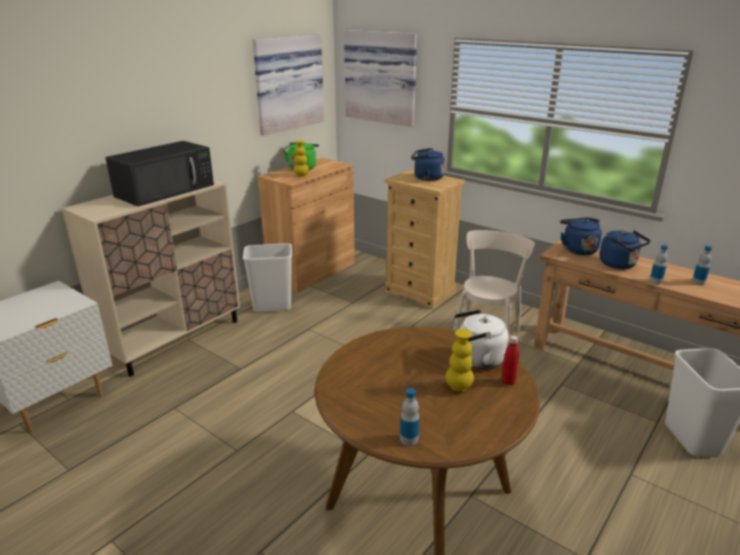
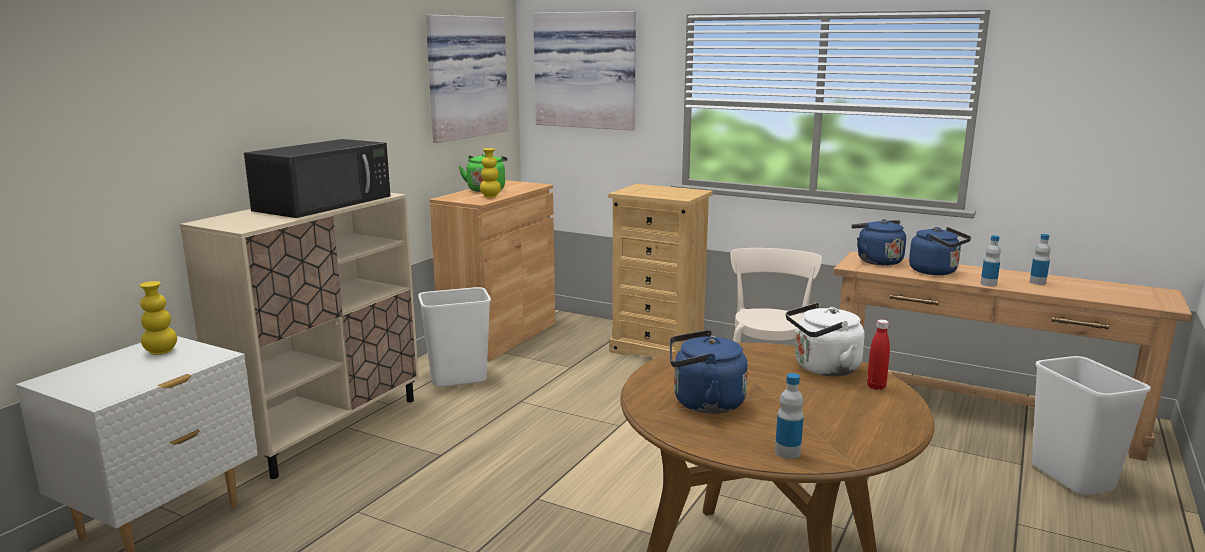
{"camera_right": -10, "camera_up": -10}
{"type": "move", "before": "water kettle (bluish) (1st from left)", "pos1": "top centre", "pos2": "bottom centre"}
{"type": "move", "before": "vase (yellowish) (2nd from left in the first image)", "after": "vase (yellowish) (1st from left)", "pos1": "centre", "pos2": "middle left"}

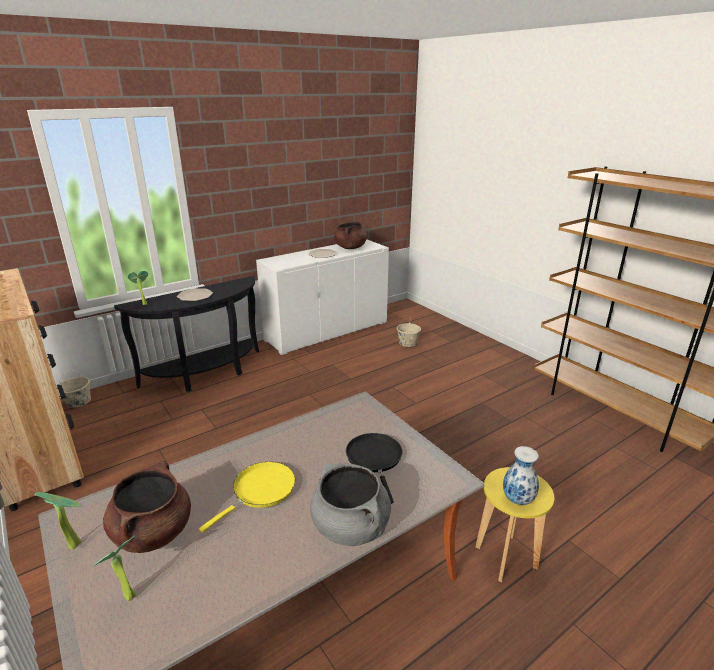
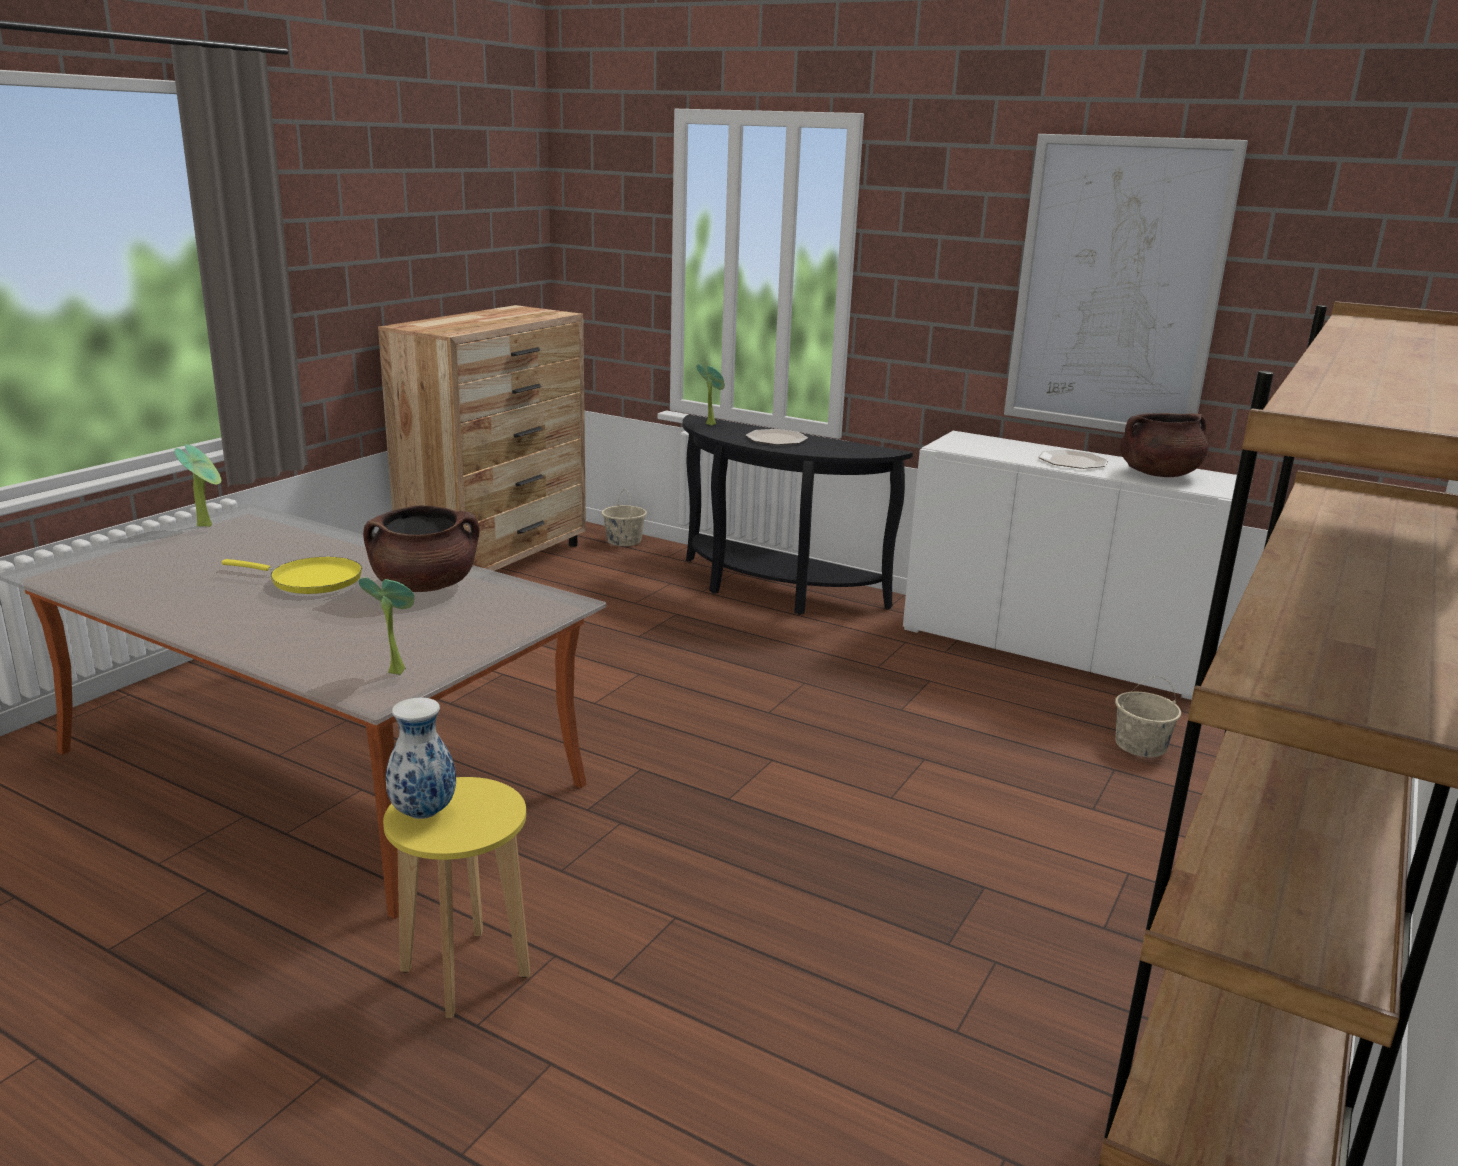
{"camera_right": 65, "camera_up": -5}
{"type": "delete", "before": "cooking pot (greyish)", "pos1": "bottom centre"}
{"type": "delete", "before": "frying pan (black-coloured)", "pos1": "bottom centre"}
{"type": "insert", "after": "wall picture", "pos2": "top right"}
{"type": "move", "before": "plant in a pot (2nd from left)", "pos1": "bottom left", "pos2": "middle left"}
{"type": "move", "before": "cooking pot (brownish) (1st from left)", "pos1": "bottom left", "pos2": "middle left"}

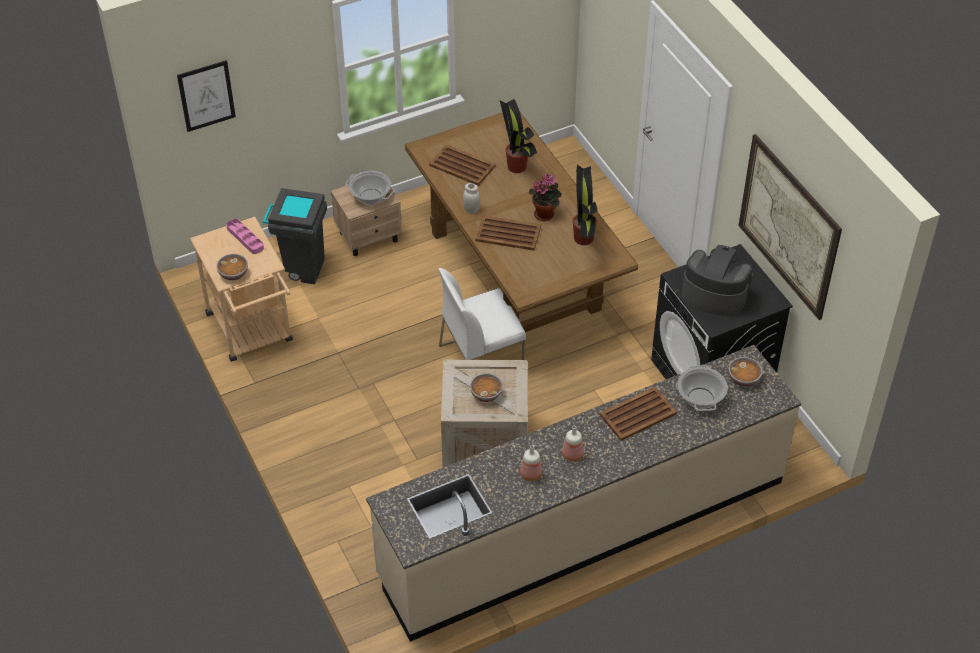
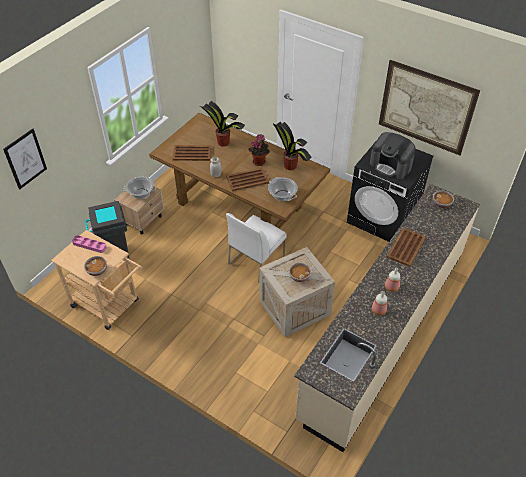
{"camera_right": -30, "camera_up": 0}
{"type": "move", "before": "cooking pot (2nd from left)", "pos1": "middle right", "pos2": "centre"}
{"type": "rotate", "before": "coffee maker", "pos1": "middle right", "pos2": "top right", "turn": -135}

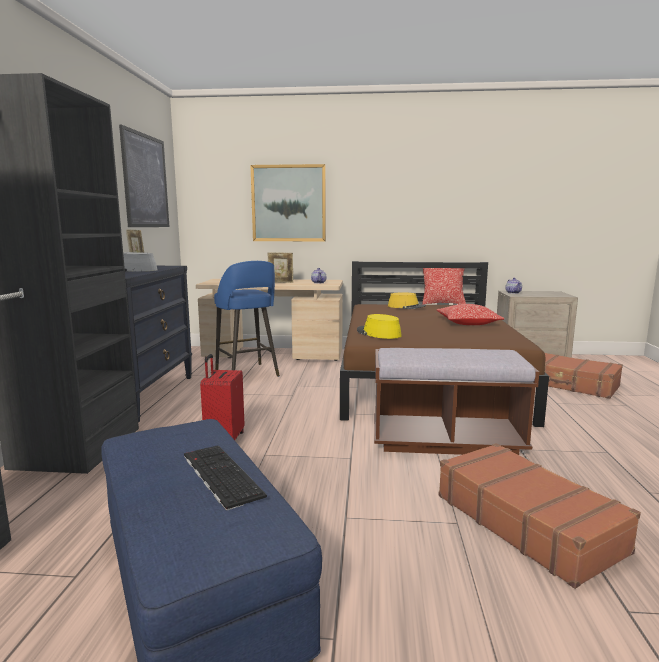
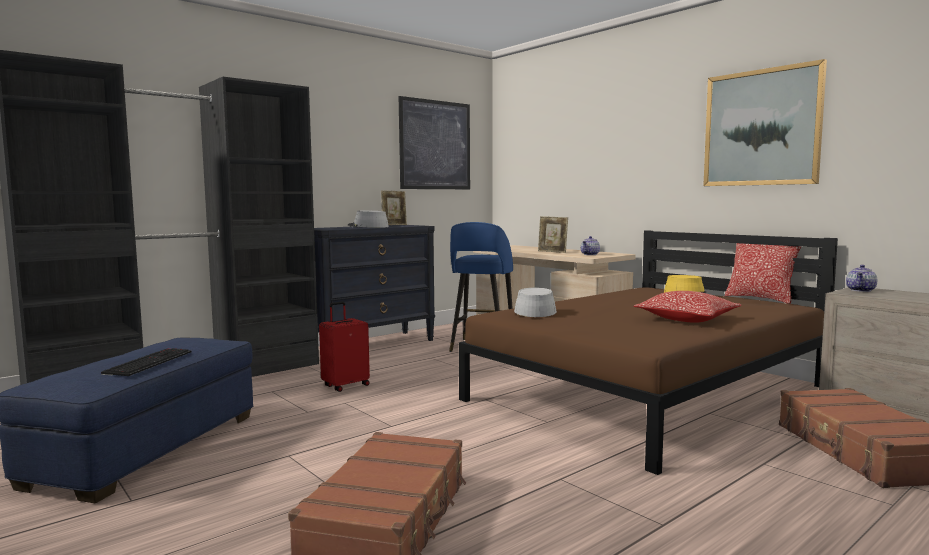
{"camera_right": 45, "camera_up": -5}
{"type": "delete", "before": "indoor bench (brownish)", "pos1": "middle right"}
{"type": "move", "before": "wall picture (2nd from left)", "pos1": "top centre", "pos2": "top right"}
{"type": "recolor", "before": "wearable hat (yellowish) (1st from left)", "after": "wearable hat (greyish) (2nd from left)", "pos1": "centre", "pos2": "centre"}

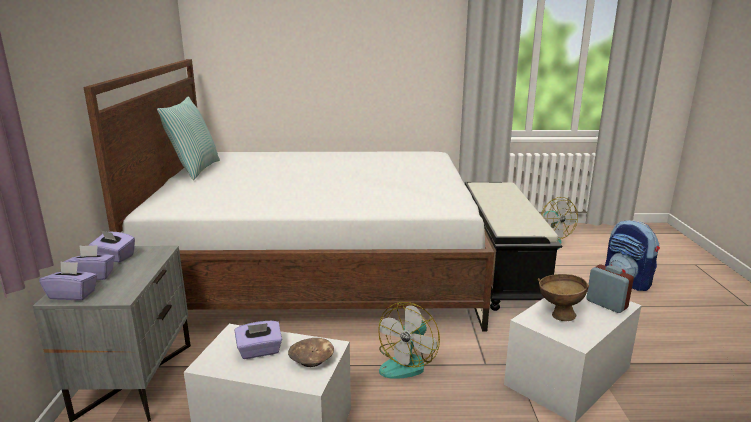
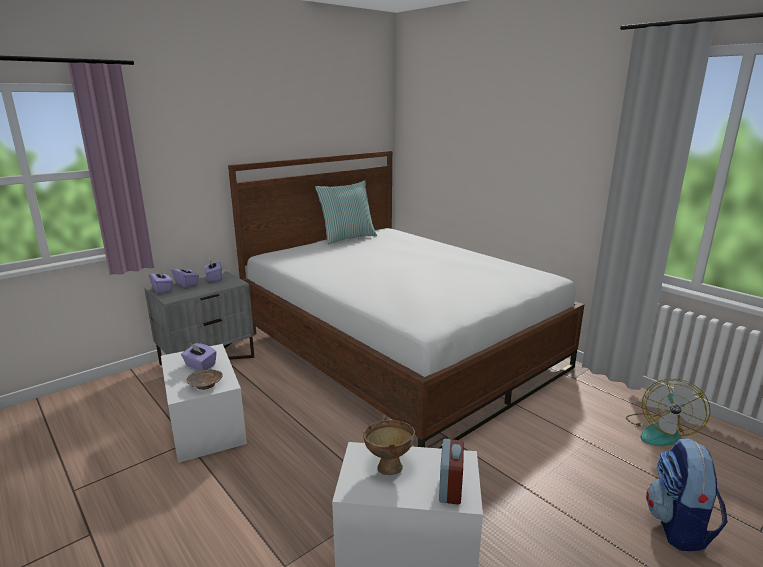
{"camera_right": 50, "camera_up": 0}
{"type": "delete", "before": "electric fan (1st from left)", "pos1": "bottom centre"}
{"type": "delete", "before": "indoor bench (black-coloured)", "pos1": "middle right"}

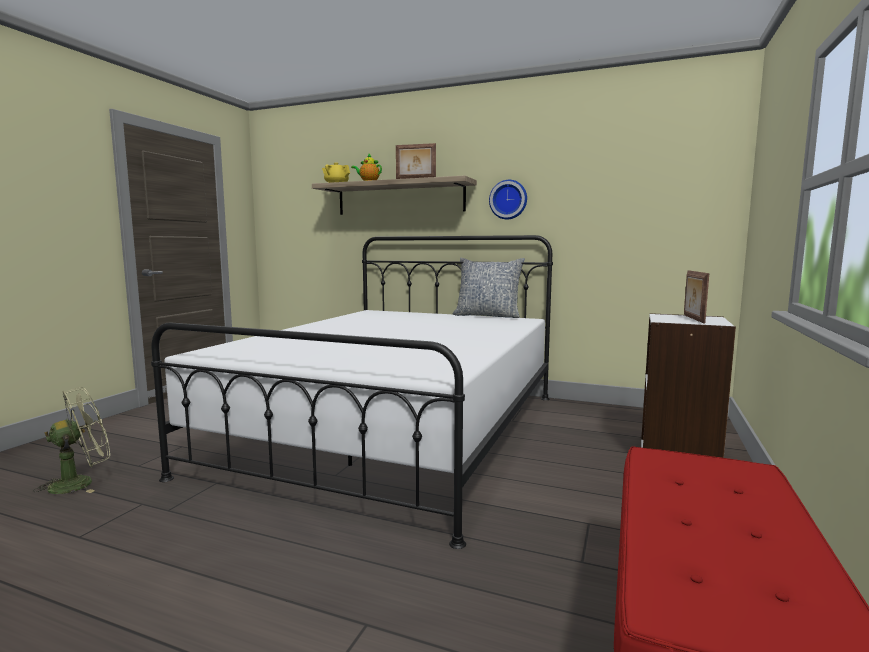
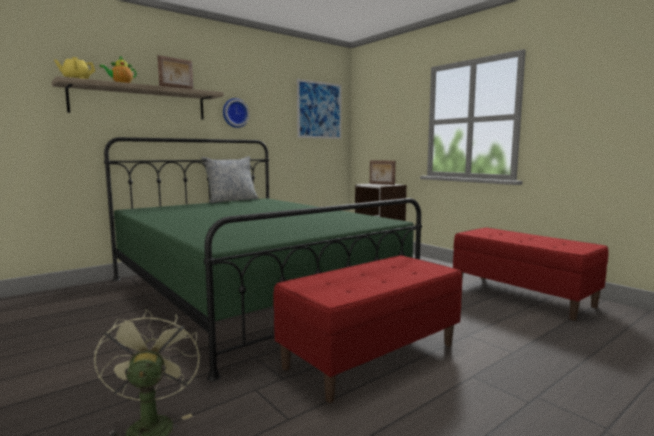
{"camera_right": -60, "camera_up": 0}
{"type": "insert", "after": "indoor bench (reddish) (1st from left)", "pos2": "bottom centre"}
{"type": "insert", "after": "wall picture", "pos2": "top centre"}
{"type": "recolor", "before": "sleeping bed (white-coloured)", "after": "sleeping bed (green)", "pos1": "centre", "pos2": "centre"}

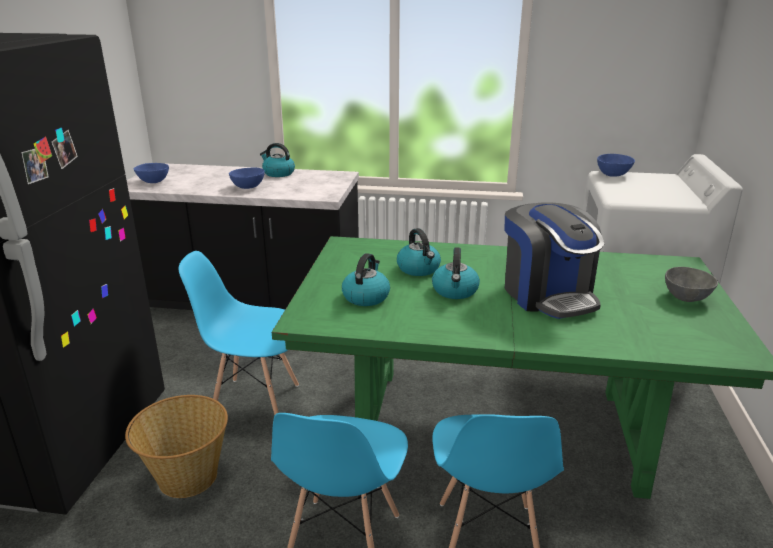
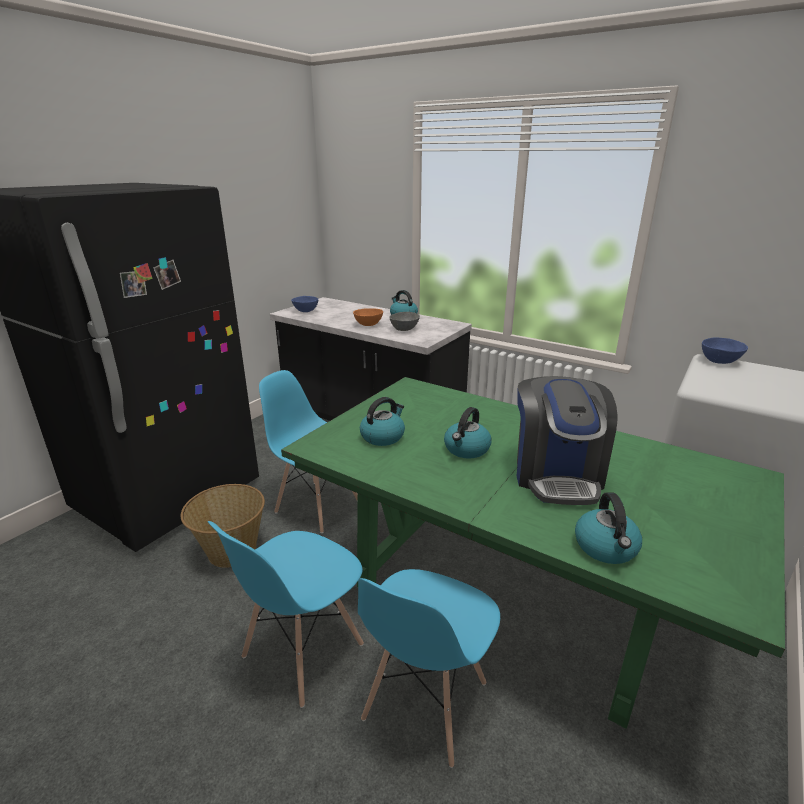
{"camera_right": 25, "camera_up": 0}
{"type": "move", "before": "water kettle (3rd from left in the first image)", "after": "water kettle (4th from left)", "pos1": "centre", "pos2": "middle right"}
{"type": "move", "before": "bowl (greyish)", "pos1": "middle right", "pos2": "centre"}
{"type": "recolor", "before": "bowl (bluish) (2nd from left)", "after": "bowl (orange-coloured)", "pos1": "top left", "pos2": "centre"}

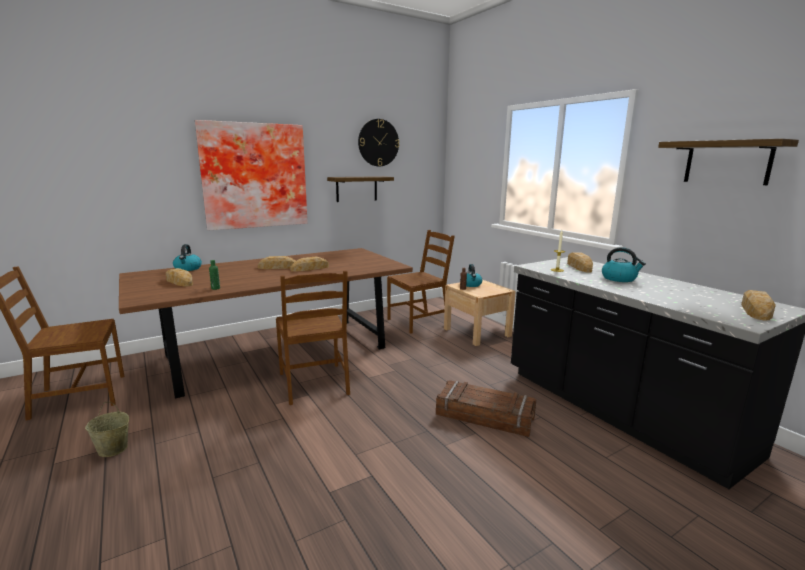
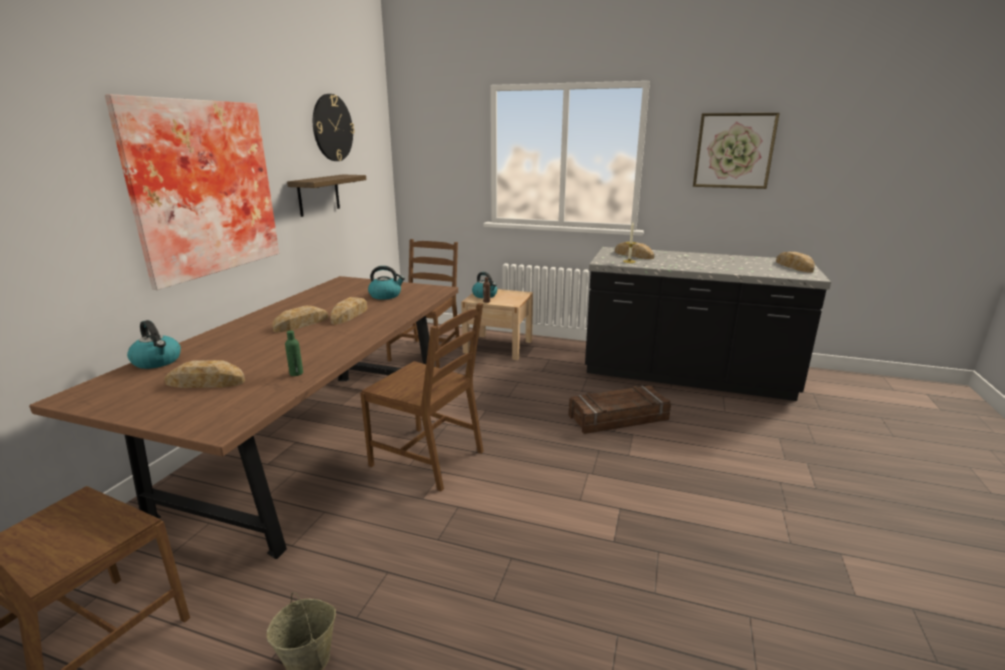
{"camera_right": -40, "camera_up": 5}
{"type": "move", "before": "water kettle (3rd from left in the first image)", "after": "water kettle (2nd from left)", "pos1": "middle right", "pos2": "centre"}
{"type": "replace", "before": "wall shelf (2nd from left)", "after": "wall picture (2nd from left)", "pos1": "top right", "pos2": "top right"}

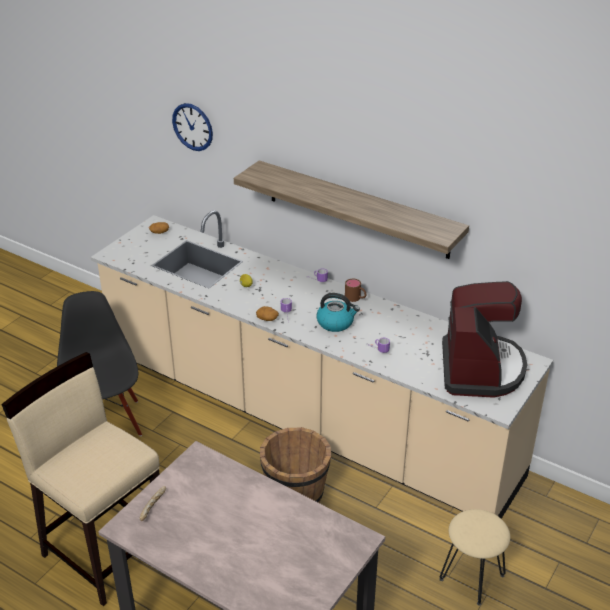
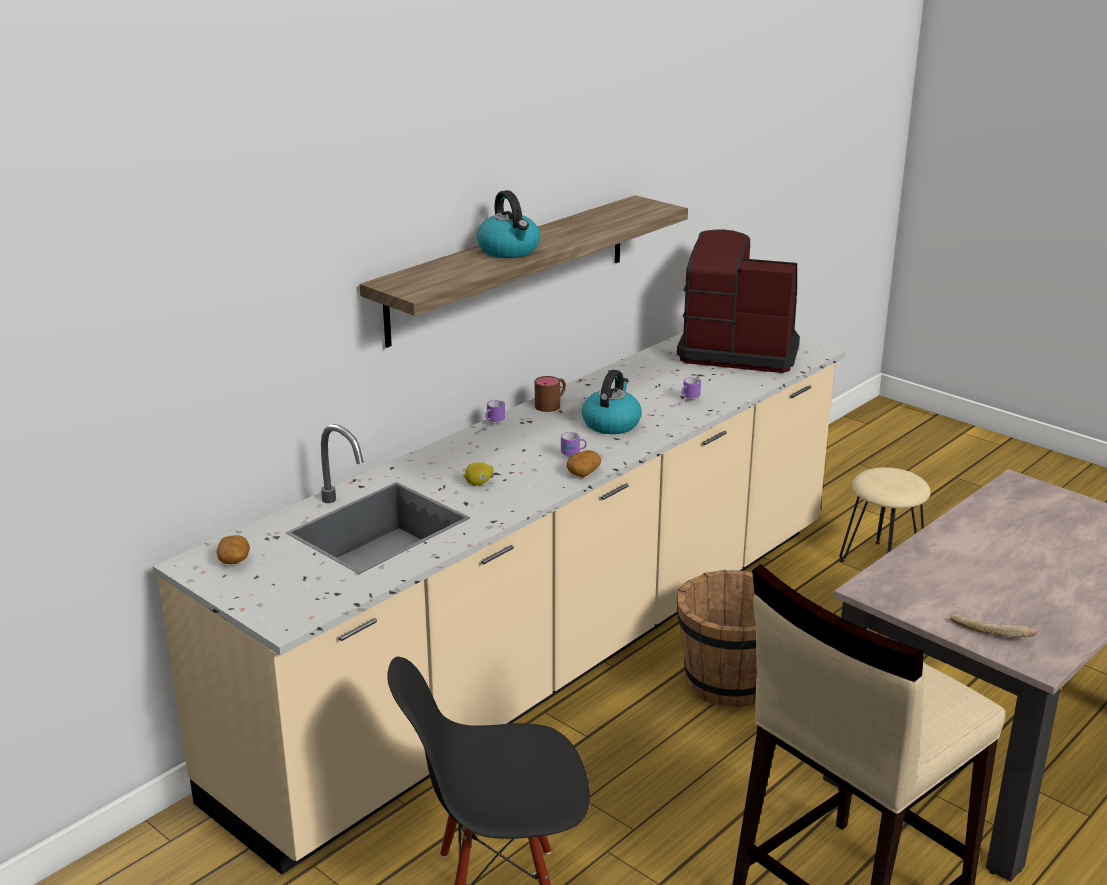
{"camera_right": -80, "camera_up": -10}
{"type": "delete", "before": "wall clock", "pos1": "top left"}
{"type": "insert", "after": "water kettle (1st from left)", "pos2": "top centre"}

